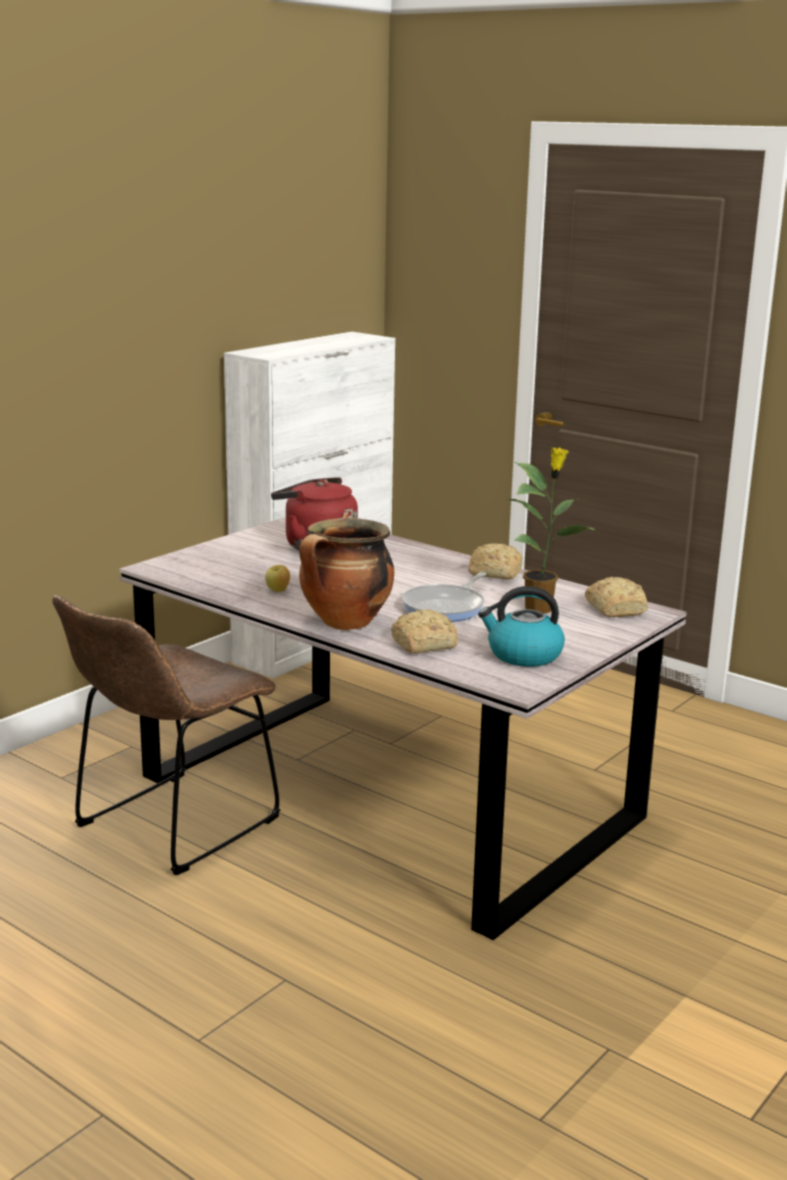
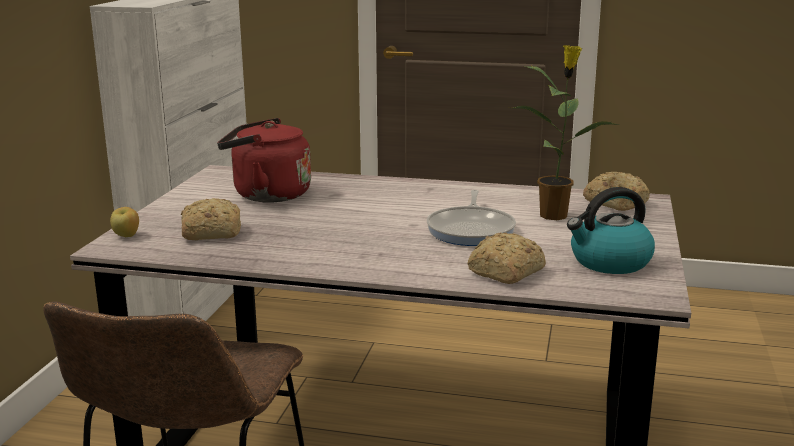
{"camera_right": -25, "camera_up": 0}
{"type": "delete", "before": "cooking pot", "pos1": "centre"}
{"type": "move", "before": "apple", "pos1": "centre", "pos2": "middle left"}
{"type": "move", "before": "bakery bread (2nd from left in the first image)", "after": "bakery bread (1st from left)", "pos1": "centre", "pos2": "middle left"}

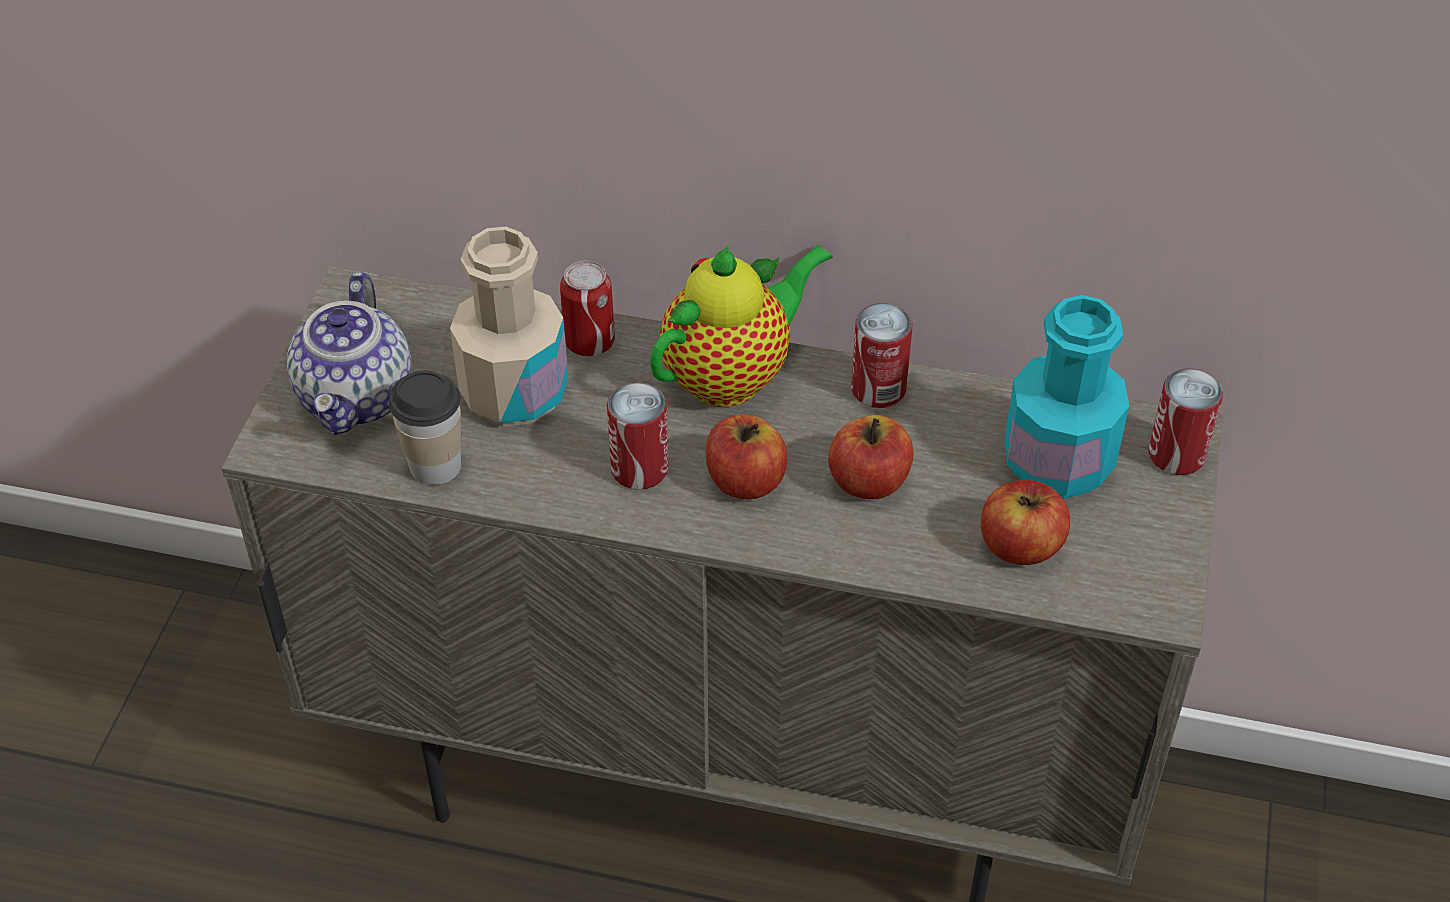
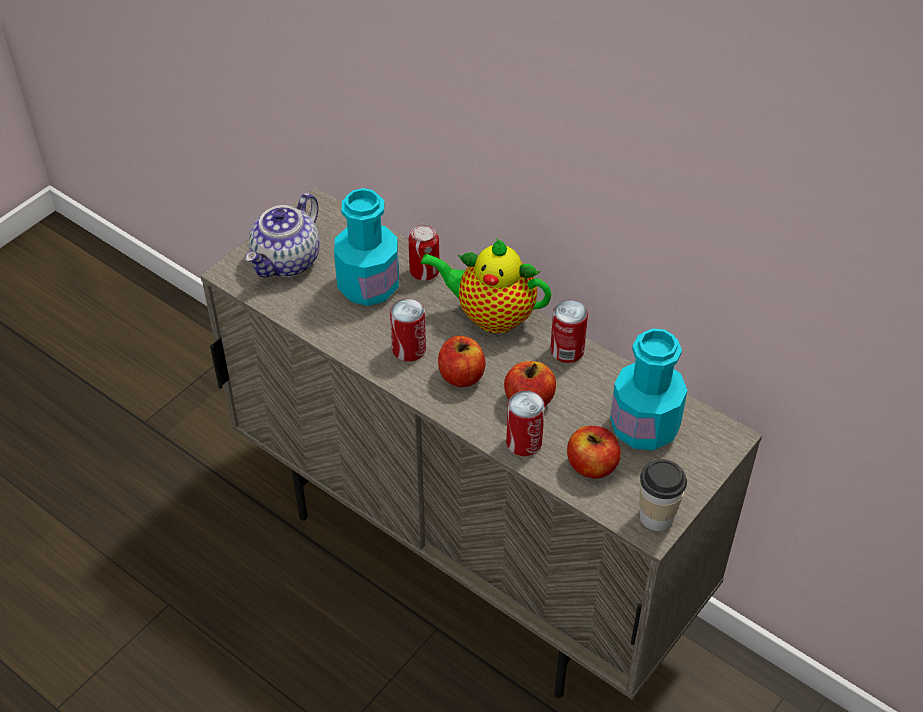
{"camera_right": 25, "camera_up": 0}
{"type": "move", "before": "cup", "pos1": "middle left", "pos2": "bottom right"}
{"type": "move", "before": "can (4th from left in the first image)", "after": "can (3rd from left)", "pos1": "middle right", "pos2": "centre"}
{"type": "recolor", "before": "bottle (beige-coloured)", "after": "bottle (blue-green) (1st from left)", "pos1": "centre", "pos2": "centre"}
{"type": "rotate", "before": "tea pot (2nd from left)", "pos1": "centre", "pos2": "centre", "turn": -150}

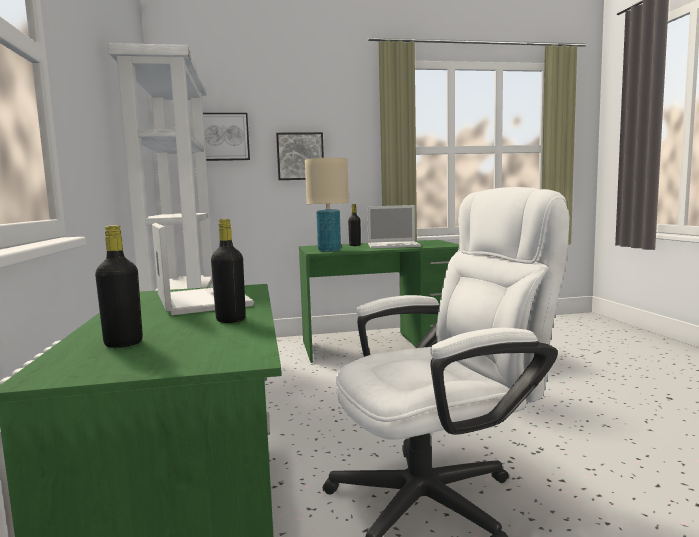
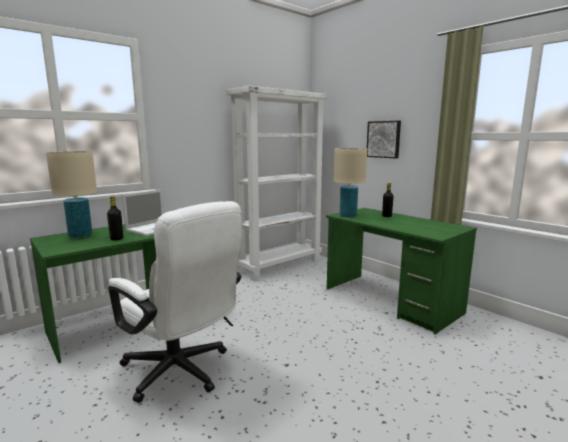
{"camera_right": 60, "camera_up": 5}
{"type": "delete", "before": "wall picture (1st from left)", "pos1": "top left"}
{"type": "delete", "before": "laptop (2nd from left)", "pos1": "centre"}
{"type": "replace", "before": "bottle (black-coloured) (1st from left)", "after": "tabletop lamp (beige-coloured) (1st from left)", "pos1": "middle left", "pos2": "middle left"}

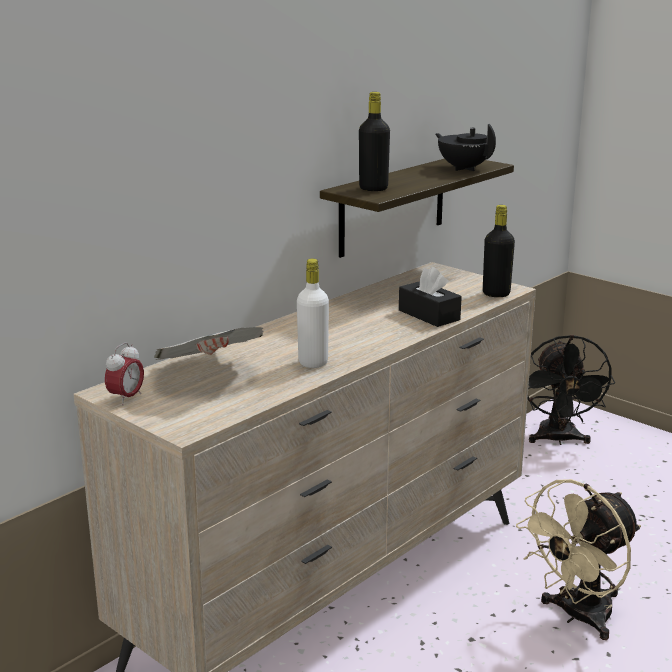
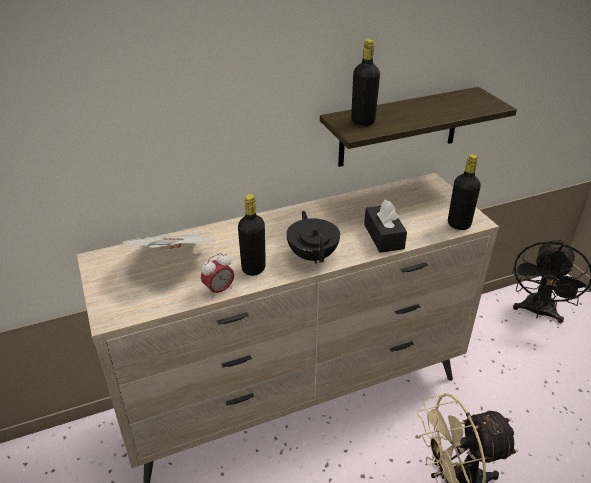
{"camera_right": 25, "camera_up": 15}
{"type": "move", "before": "alarm clock", "pos1": "middle left", "pos2": "centre"}
{"type": "move", "before": "tea pot (black-coloured)", "pos1": "top right", "pos2": "centre"}
{"type": "recolor", "before": "bottle (white-coloured)", "after": "bottle (black-coloured) (1st from left)", "pos1": "centre", "pos2": "centre"}

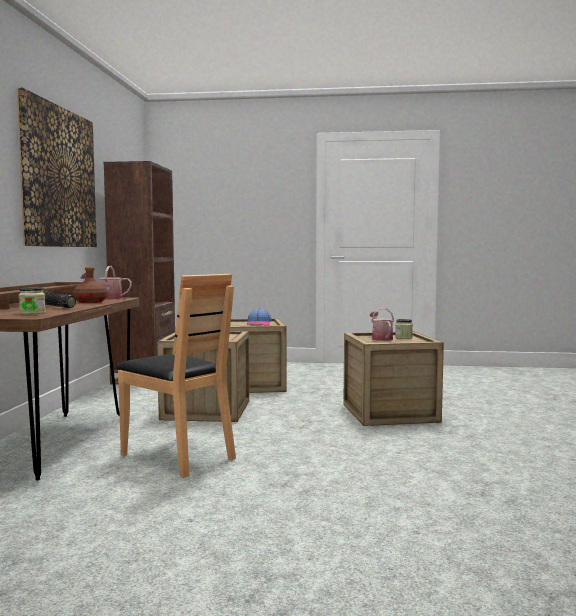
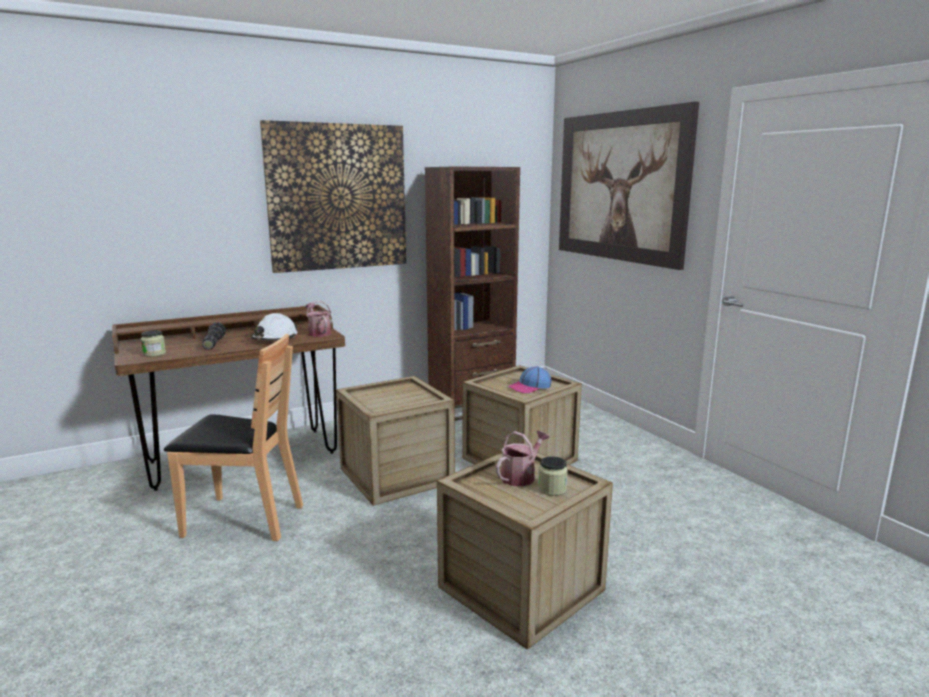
{"camera_right": 55, "camera_up": 10}
{"type": "insert", "after": "wall picture (2nd from left)", "pos2": "top right"}
{"type": "replace", "before": "bottle (brownish)", "after": "safety helmet (white-coloured)", "pos1": "middle left", "pos2": "middle left"}
{"type": "rotate", "before": "chair (brownish)", "pos1": "middle left", "pos2": "middle left", "turn": -90}

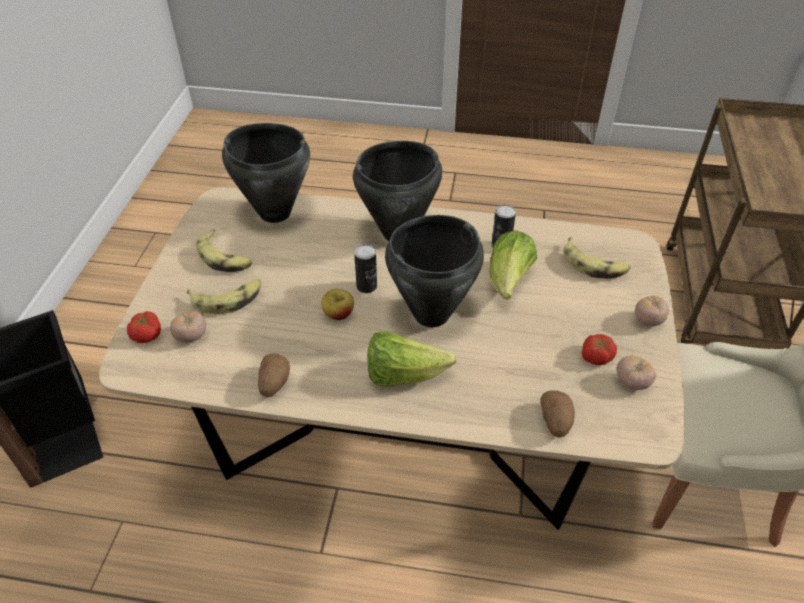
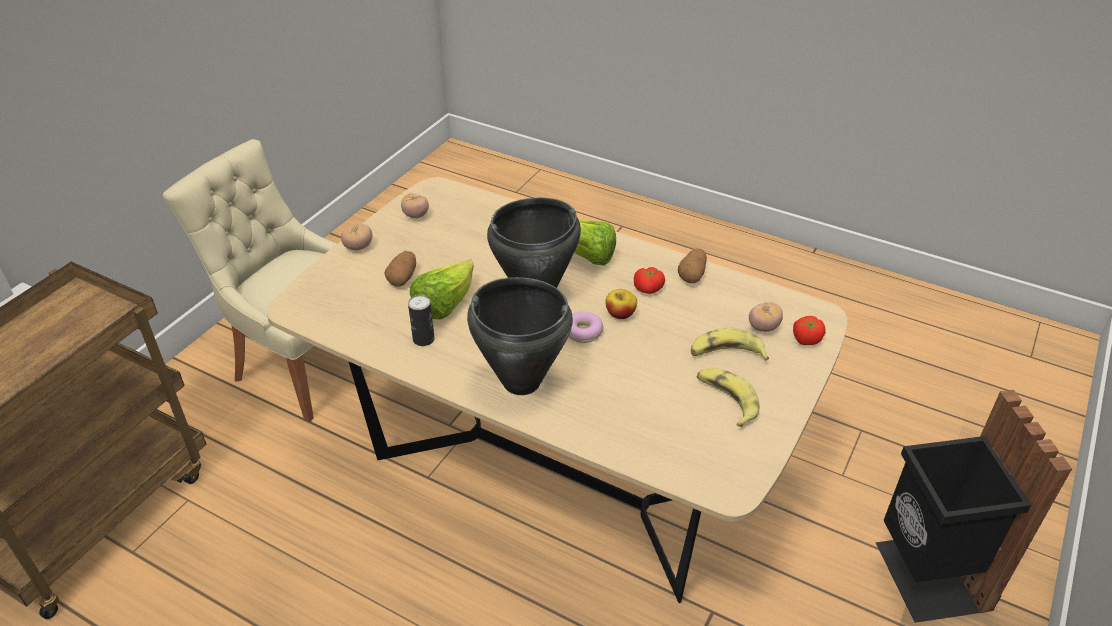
{"camera_right": -160, "camera_up": -5}
{"type": "delete", "before": "cooking pot (black-coloured) (1st from left)", "pos1": "top left"}
{"type": "delete", "before": "whole banana (3rd from left)", "pos1": "middle right"}
{"type": "move", "before": "spud (2nd from left in the first image)", "after": "spud (1st from left)", "pos1": "bottom right", "pos2": "centre"}
{"type": "move", "before": "whole tomato (3rd from left)", "pos1": "middle right", "pos2": "centre"}
{"type": "replace", "before": "can (1st from left)", "after": "ring doughnut", "pos1": "centre", "pos2": "centre"}

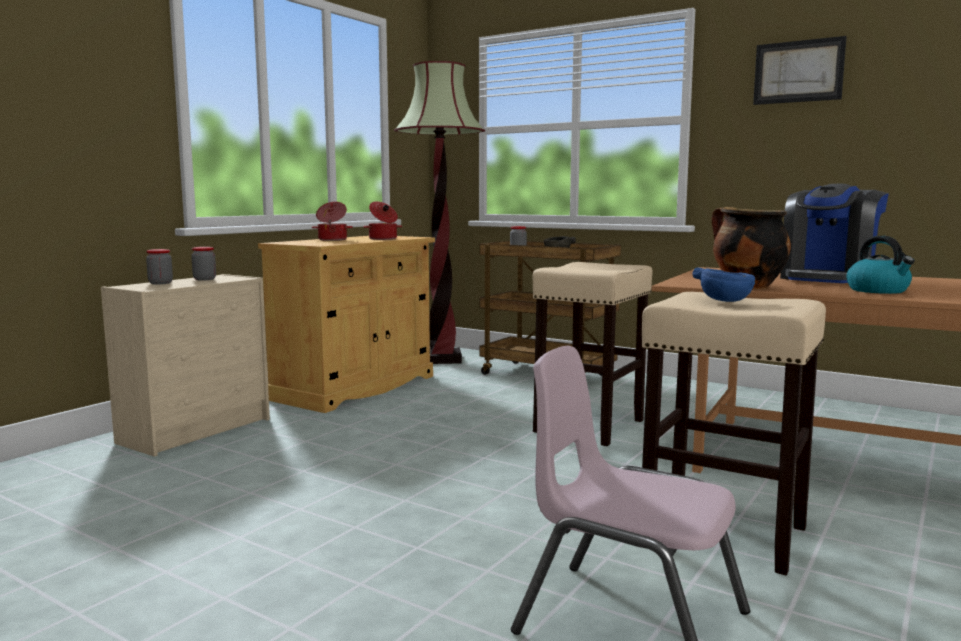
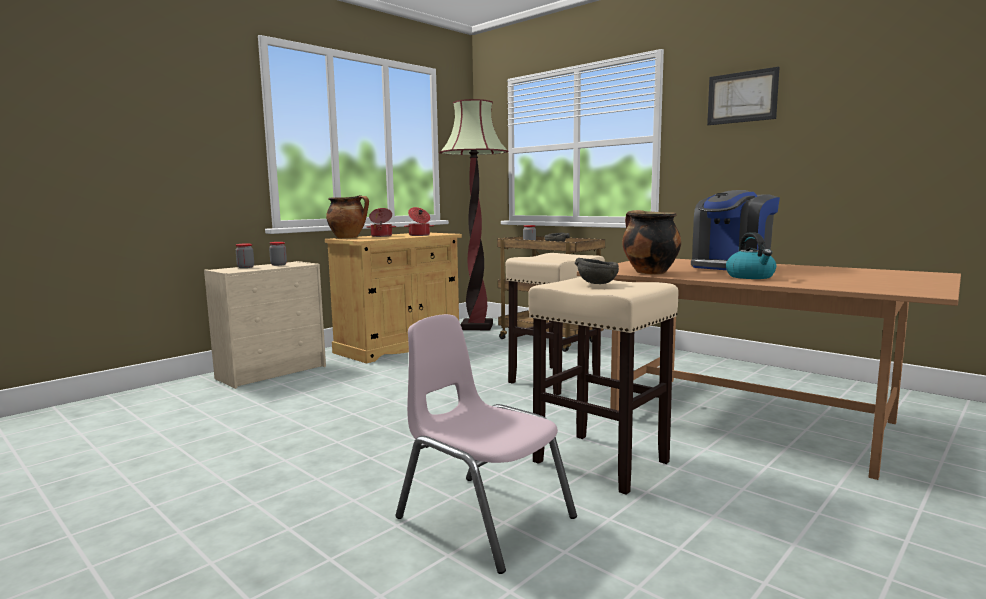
{"camera_right": 10, "camera_up": 0}
{"type": "insert", "after": "cooking pot (1st from left)", "pos2": "centre"}
{"type": "recolor", "before": "bowl (bluish)", "after": "bowl (greyish) (2nd from left)", "pos1": "middle right", "pos2": "centre"}

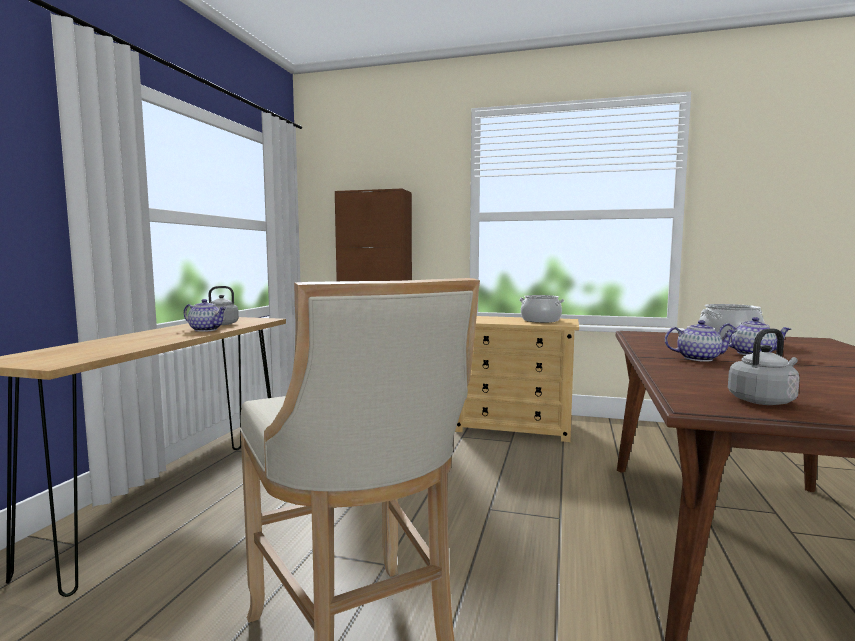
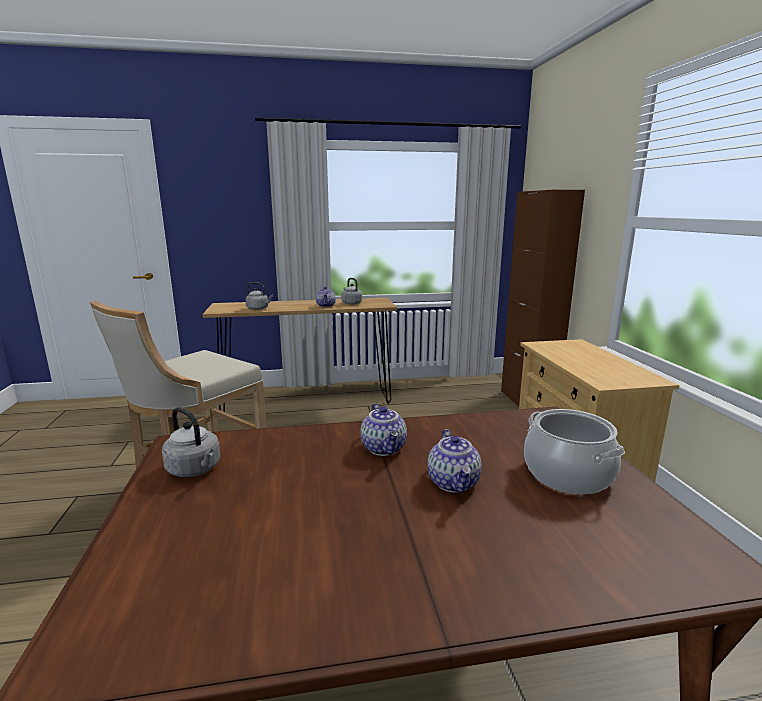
{"camera_right": 65, "camera_up": 10}
{"type": "delete", "before": "cooking pot (1st from left)", "pos1": "centre"}
{"type": "insert", "after": "water kettle (greyish) (2nd from left)", "pos2": "centre"}

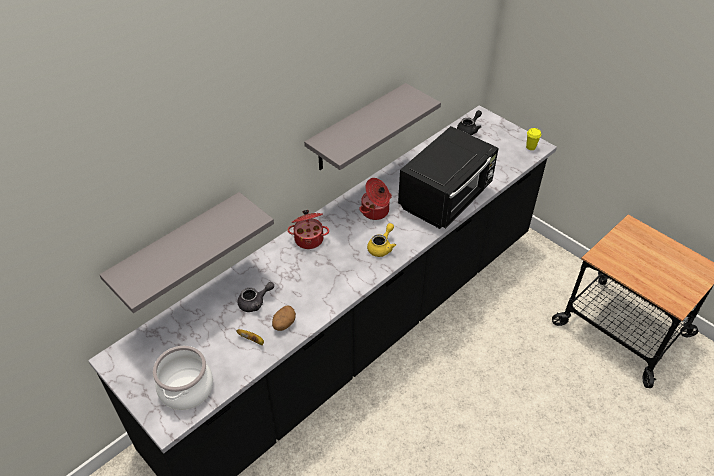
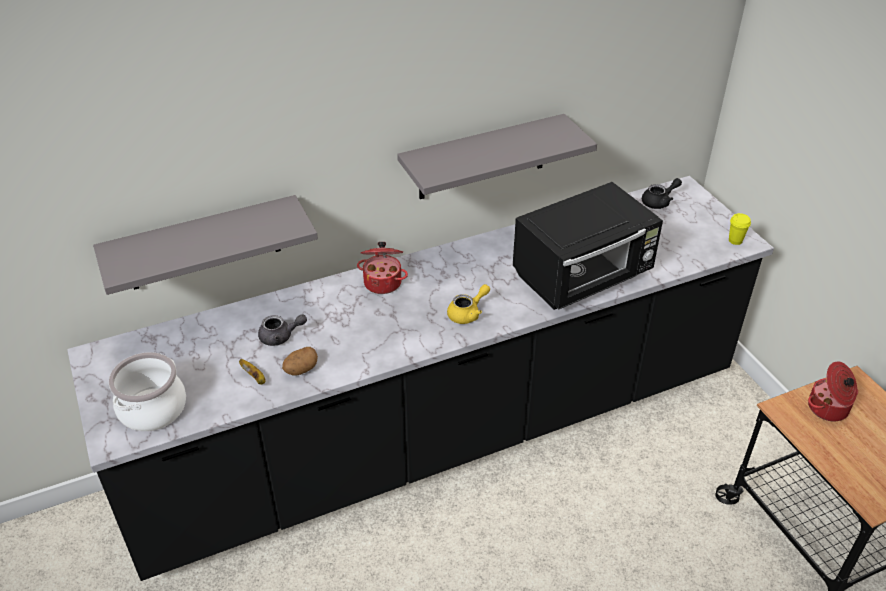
{"camera_right": 20, "camera_up": -5}
{"type": "move", "before": "cooking pot (3rd from left)", "pos1": "centre", "pos2": "middle right"}

